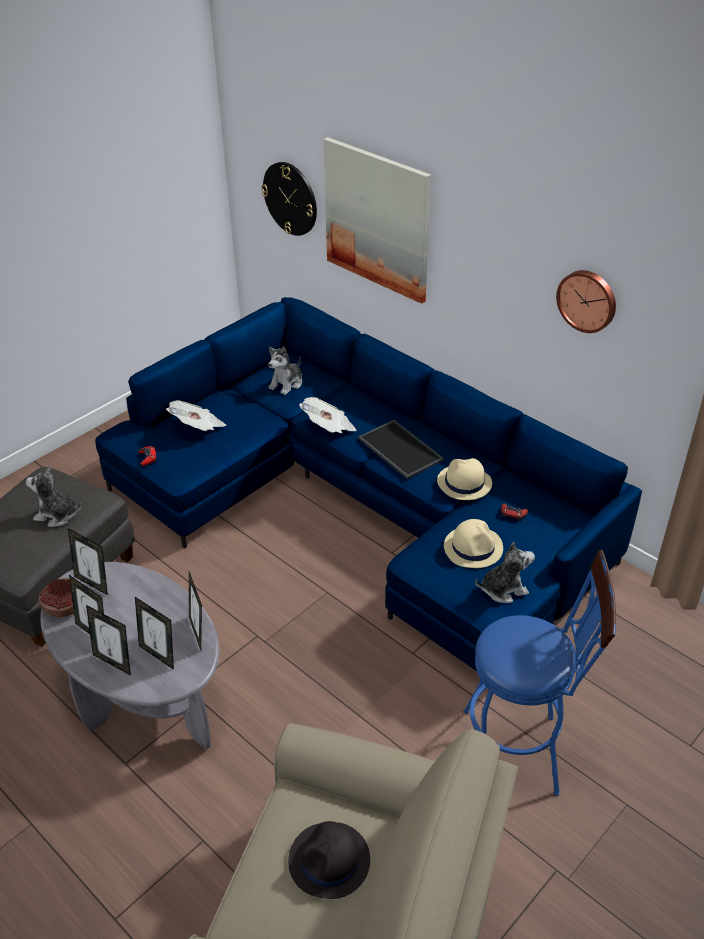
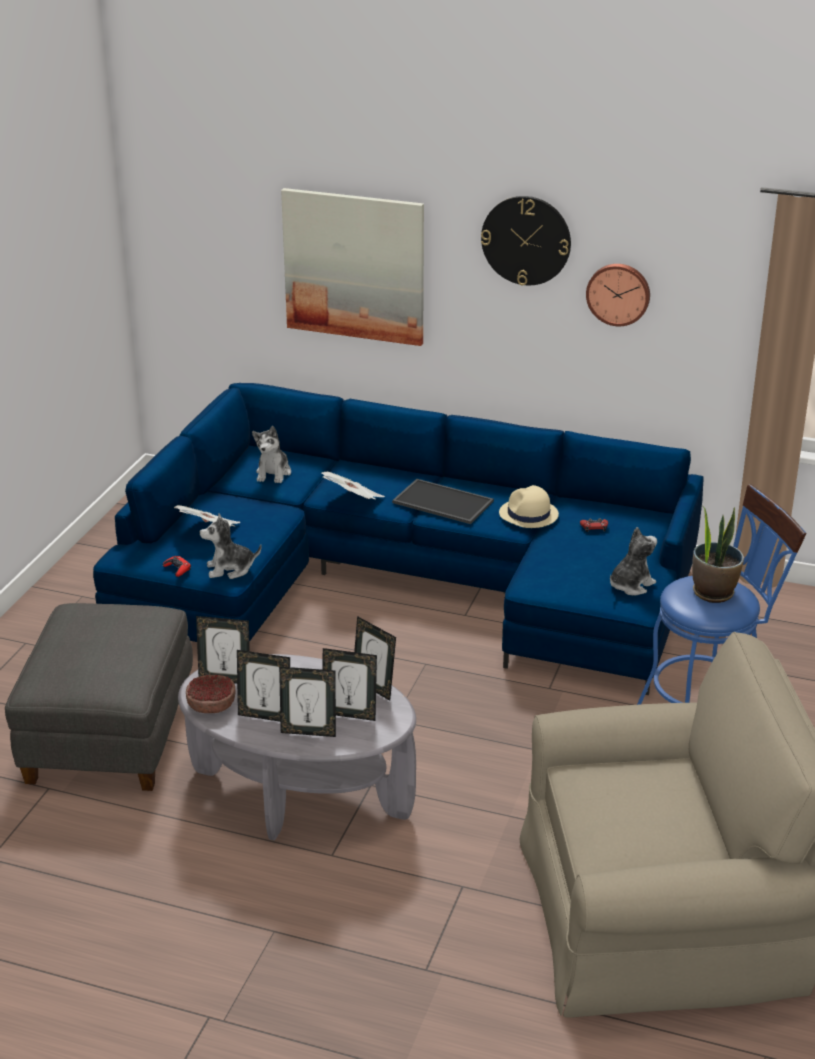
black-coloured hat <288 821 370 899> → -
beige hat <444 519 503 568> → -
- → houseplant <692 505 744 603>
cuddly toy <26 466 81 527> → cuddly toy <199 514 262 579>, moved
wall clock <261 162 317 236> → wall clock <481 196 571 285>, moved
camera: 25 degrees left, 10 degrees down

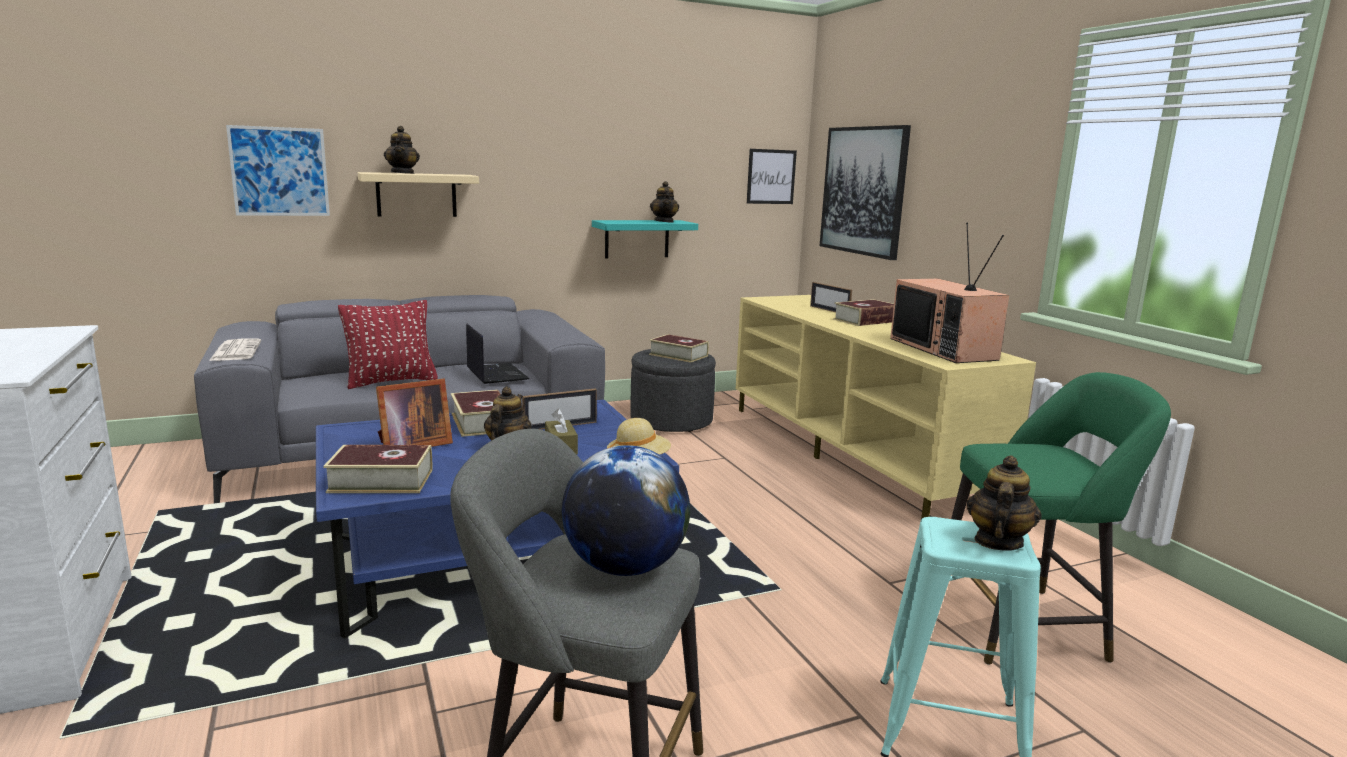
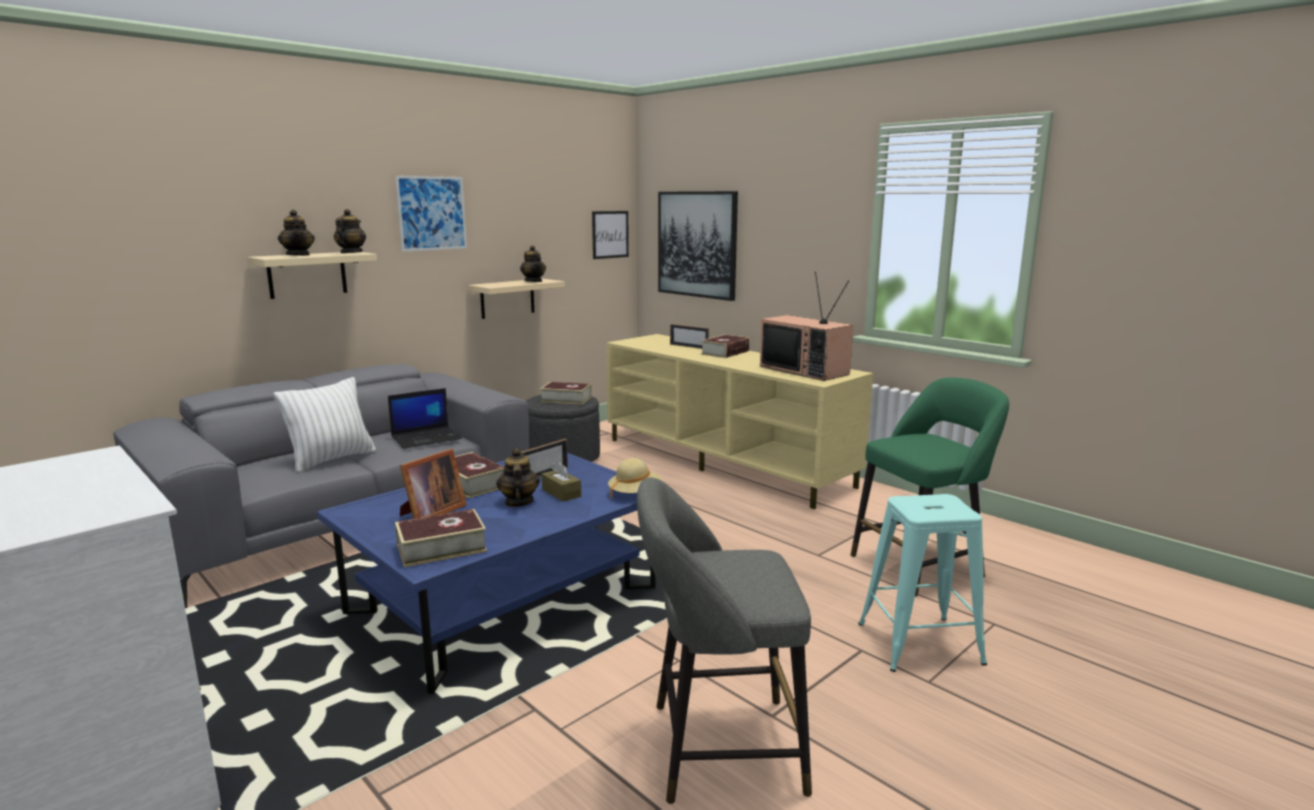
printed paper <209 338 261 361> → -
globe <562 445 690 576> → -
picture <226 125 330 216> → picture <395 176 467 252>, moved
tea pot <967 455 1042 551> → tea pot <334 209 366 253>, moved
reddish pillow <338 300 438 389> → whitish pillow <274 377 376 473>
blue-green bracket shelf <592 220 698 258> → beige bracket shelf <468 279 565 319>
portable computer <466 324 529 384> → portable computer <388 388 462 449>, 105 degrees clockwise
camera: 20 degrees left, 0 degrees up

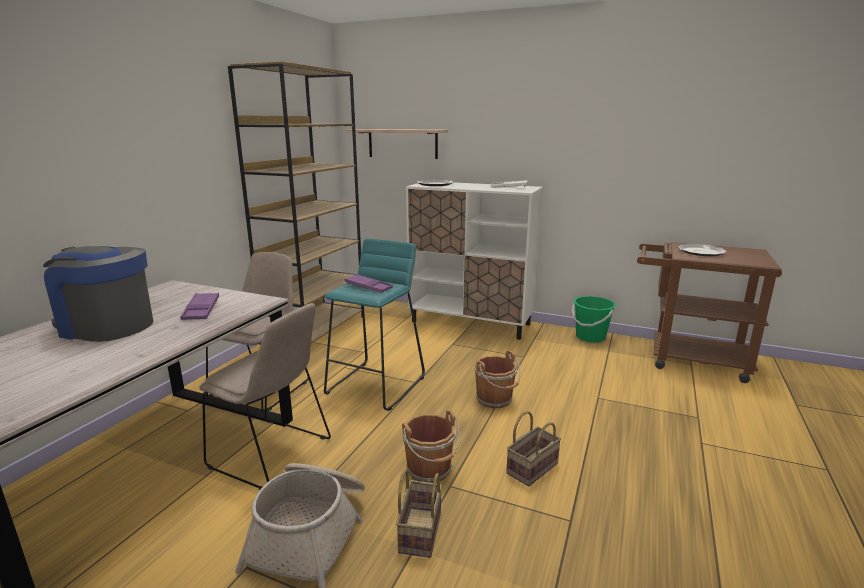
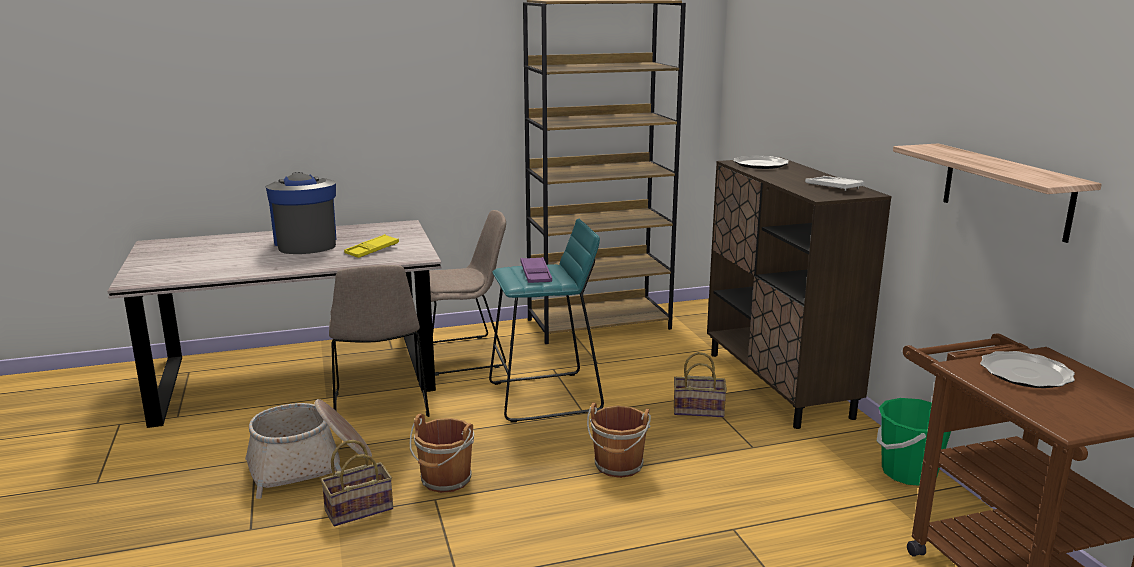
bracket shelf <347 129 448 159> → bracket shelf <893 143 1102 243>, moved
storage basket <506 411 561 487> → storage basket <674 352 727 417>, moved
purplish carrying tray <181 293 219 320> → yellow-coloured carrying tray <344 234 399 258>
whitish cupboard <406 182 543 340> → brown-coloured cupboard <707 157 891 429>
camera: 50 degrees right, 0 degrees up

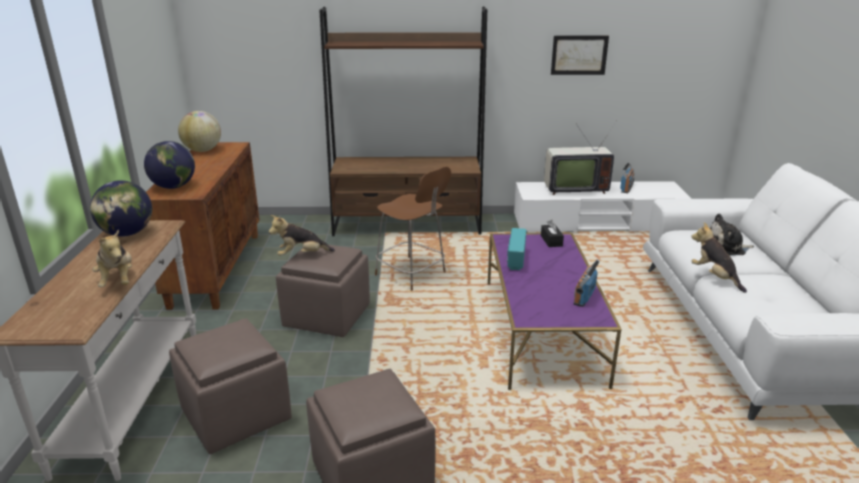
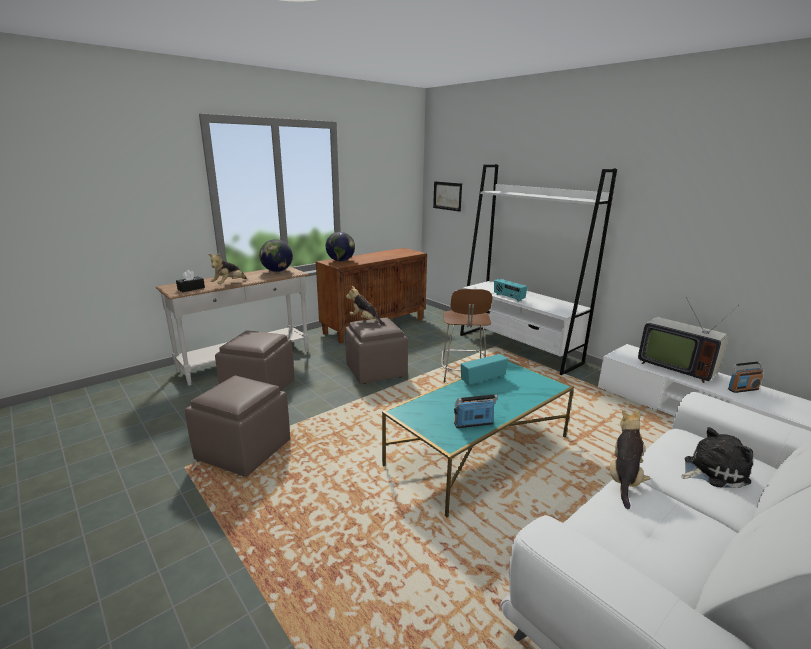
globe <178 111 221 152> → -
- → radio receiver <494 279 528 302>
black-coloured box of tissues <541 220 564 247> → black-coloured box of tissues <176 270 205 292>, moved
picture <551 36 609 75> → picture <433 181 462 212>, moved
brown-coloured shelving unit <319 7 487 236> → whitish shelving unit <460 164 617 375>
purplish lounge table <488 233 622 390> → blue-green lounge table <382 360 574 517>
cuddly toy <710 214 754 255> → cuddly toy <681 427 753 488>, 120 degrees clockwise
camera: 50 degrees right, 5 degrees down

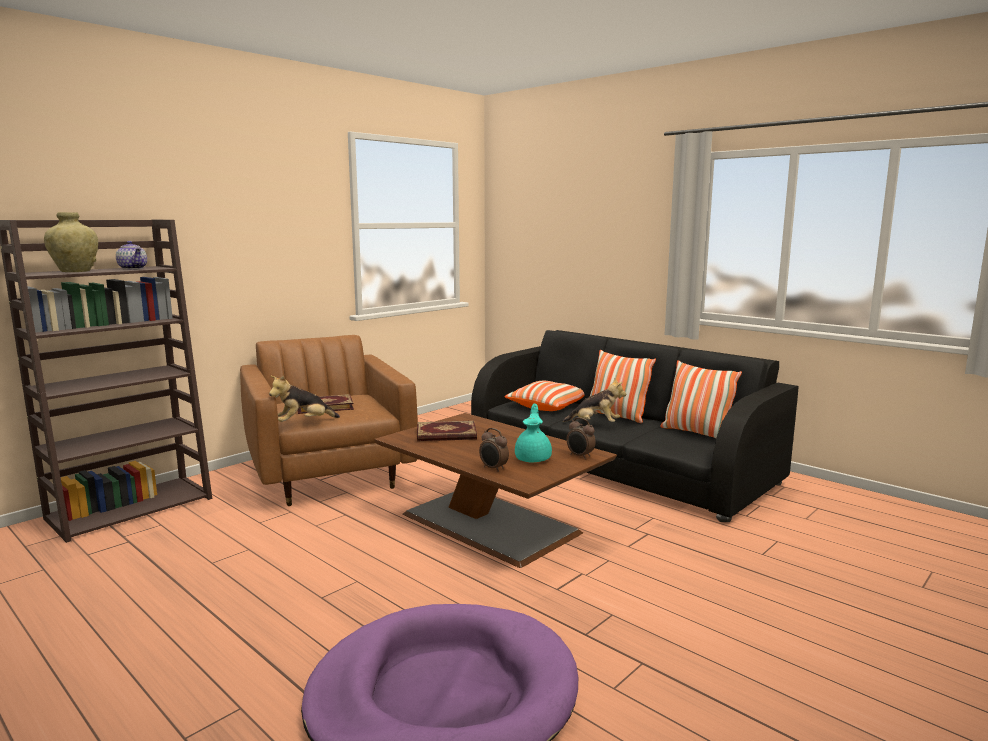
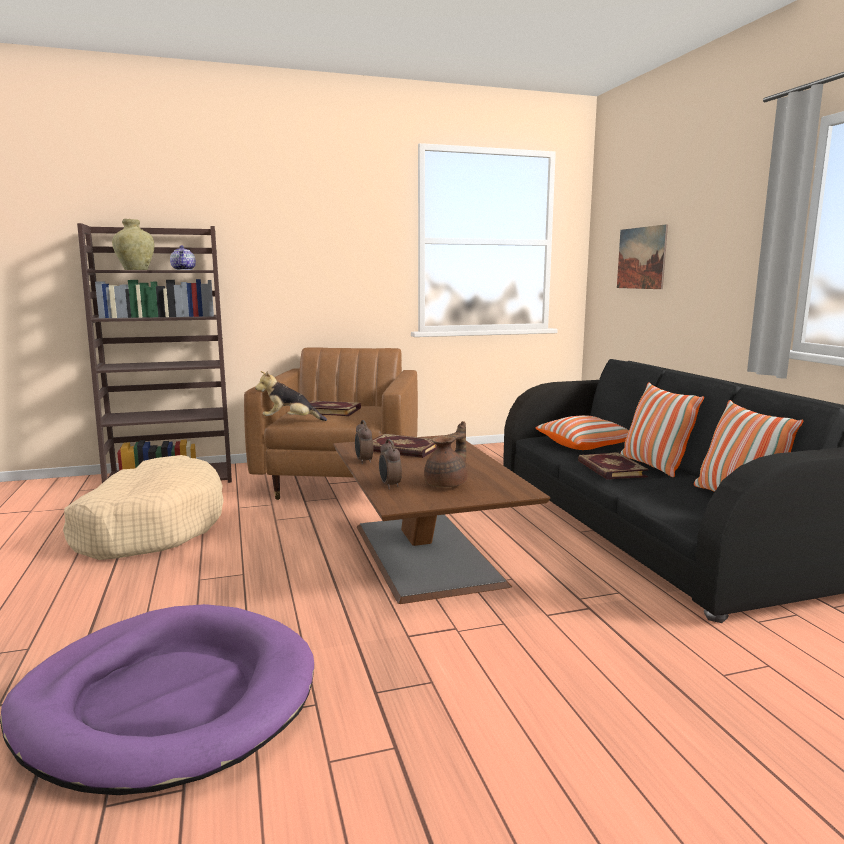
- → beige dog bed <63 455 224 560>
- → picture <617 224 668 289>
table clock <566 417 596 459> → table clock <355 420 373 464>, moved
cuddly toy <563 378 627 422> → book <578 452 649 480>
blue-green tea pot <515 404 552 462> → brown-coloured tea pot <424 421 468 488>
camera: 30 degrees right, 0 degrees up

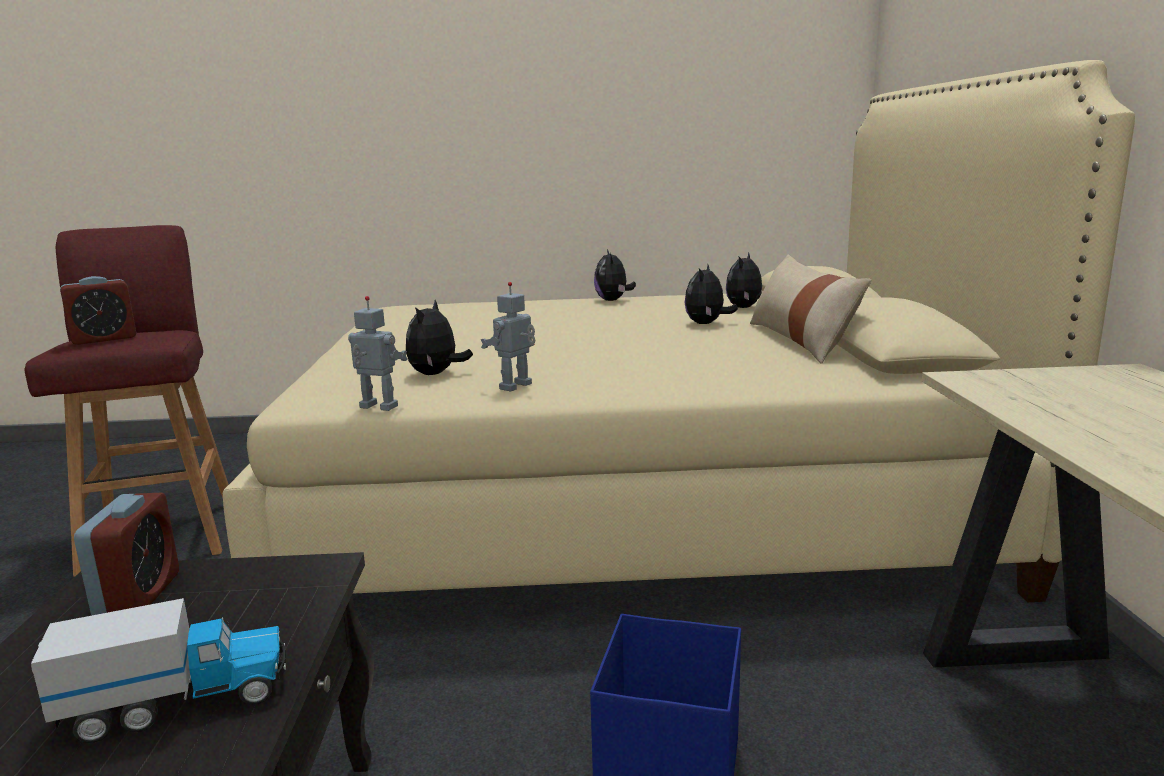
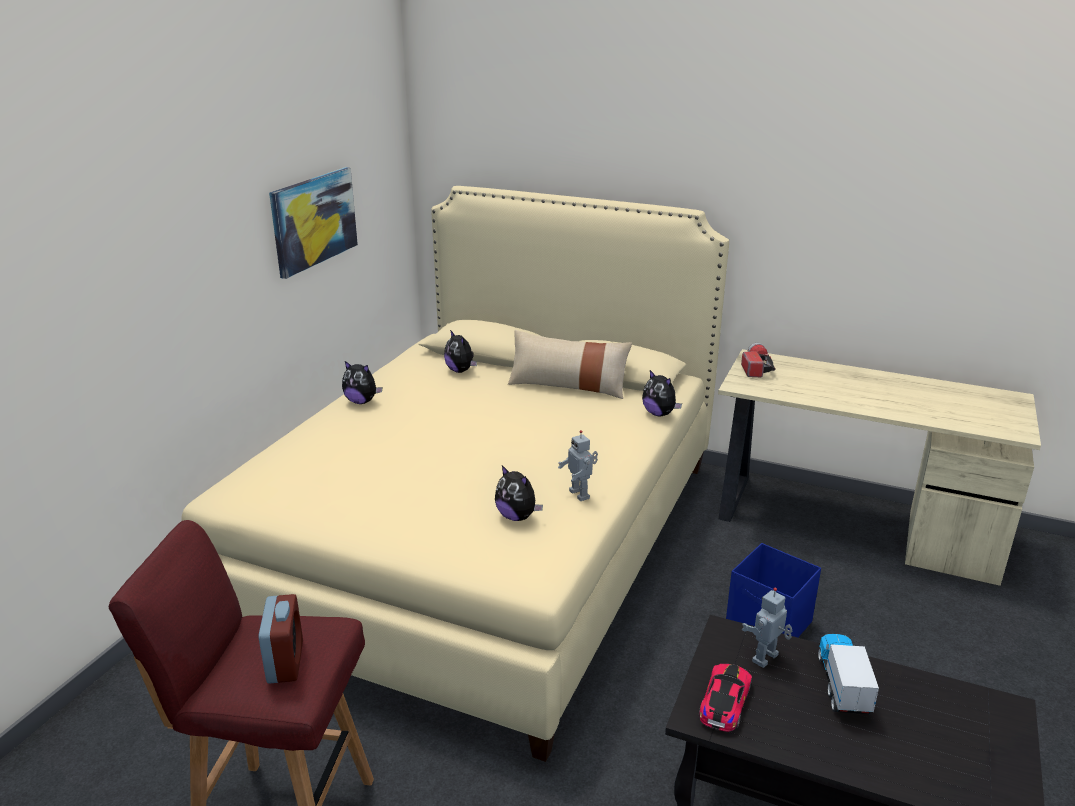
- → picture <269 167 358 279>
- → torch <741 343 775 377>
toy robot <348 296 408 411> → toy robot <742 588 792 668>, moved
cuddly toy <685 263 738 324> → cuddly toy <642 370 682 417>, moved
table clock <74 493 179 616> → miniature car <699 664 752 732>
camera: 65 degrees left, 10 degrees up

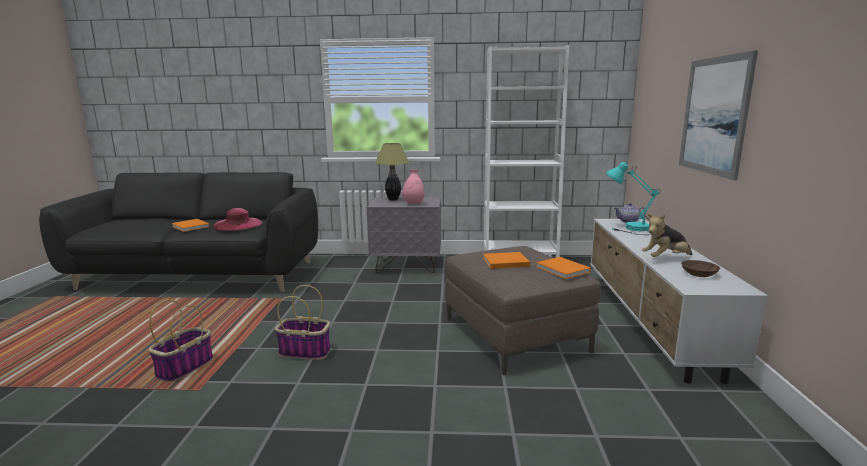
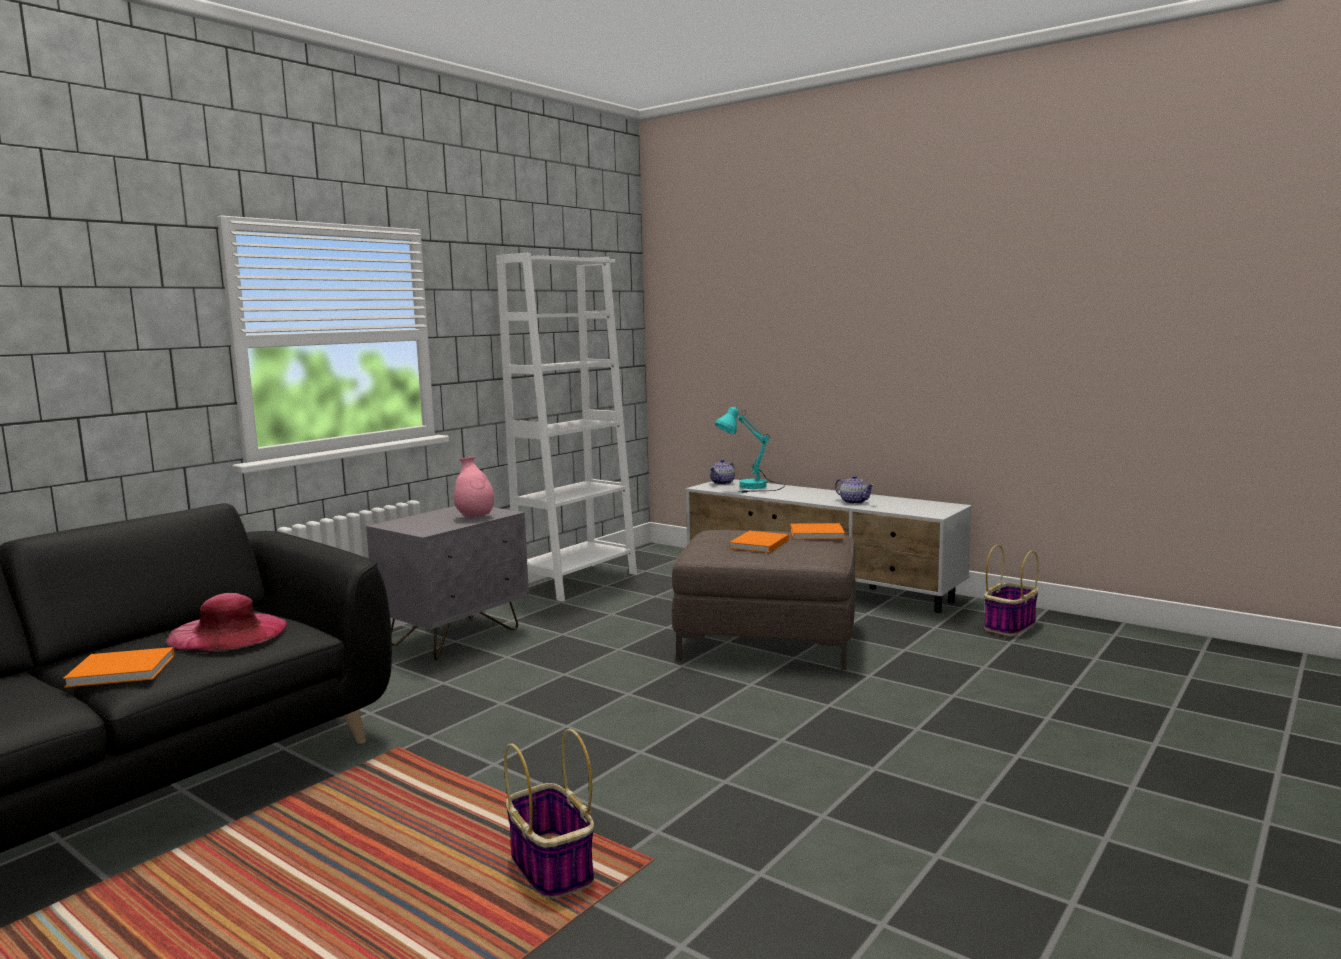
table lamp <375 143 409 201> → -
picture <679 50 758 180> → -
brown-coloured serving bowl <681 260 720 277> → -
storage basket <275 285 330 360> → storage basket <984 545 1039 636>, moved
cuddly toy <642 214 692 257> → tea pot <835 475 874 504>
camera: 55 degrees left, 5 degrees down

